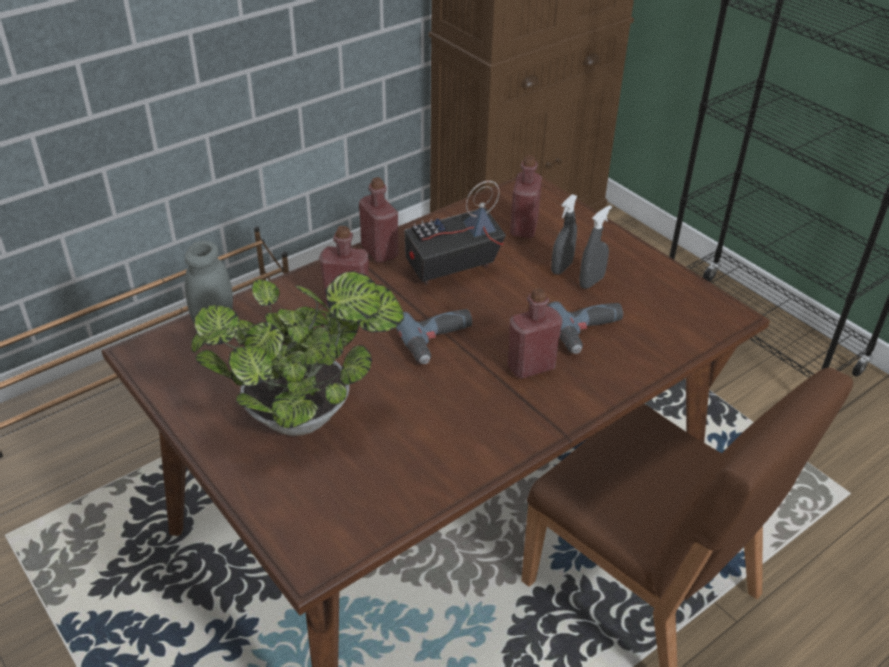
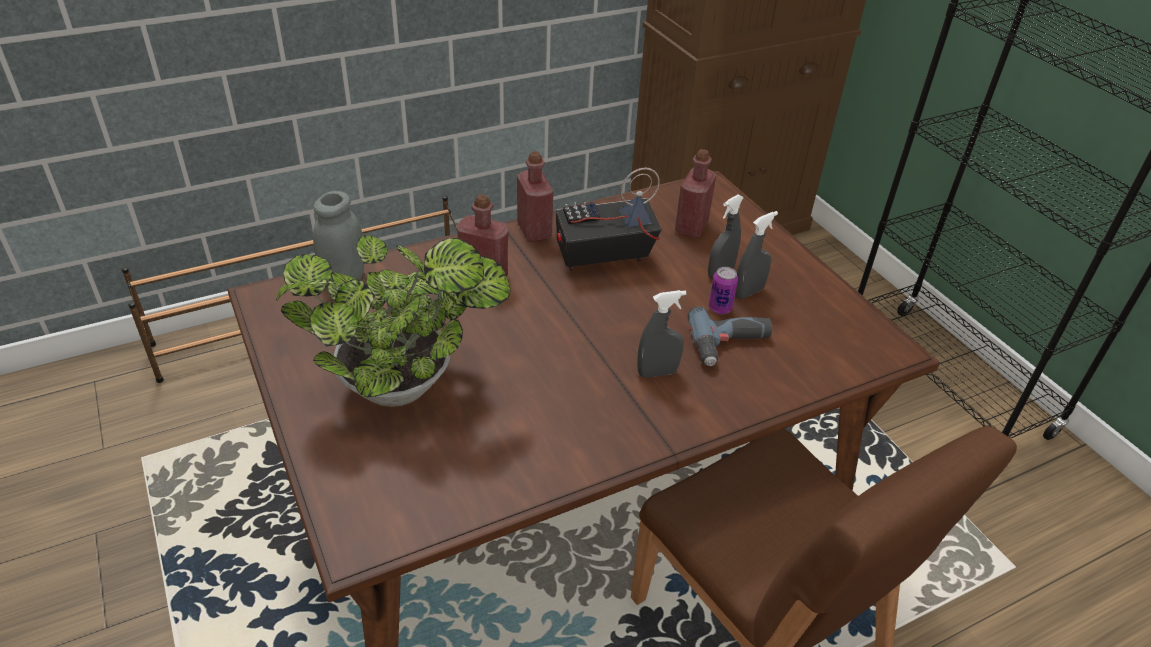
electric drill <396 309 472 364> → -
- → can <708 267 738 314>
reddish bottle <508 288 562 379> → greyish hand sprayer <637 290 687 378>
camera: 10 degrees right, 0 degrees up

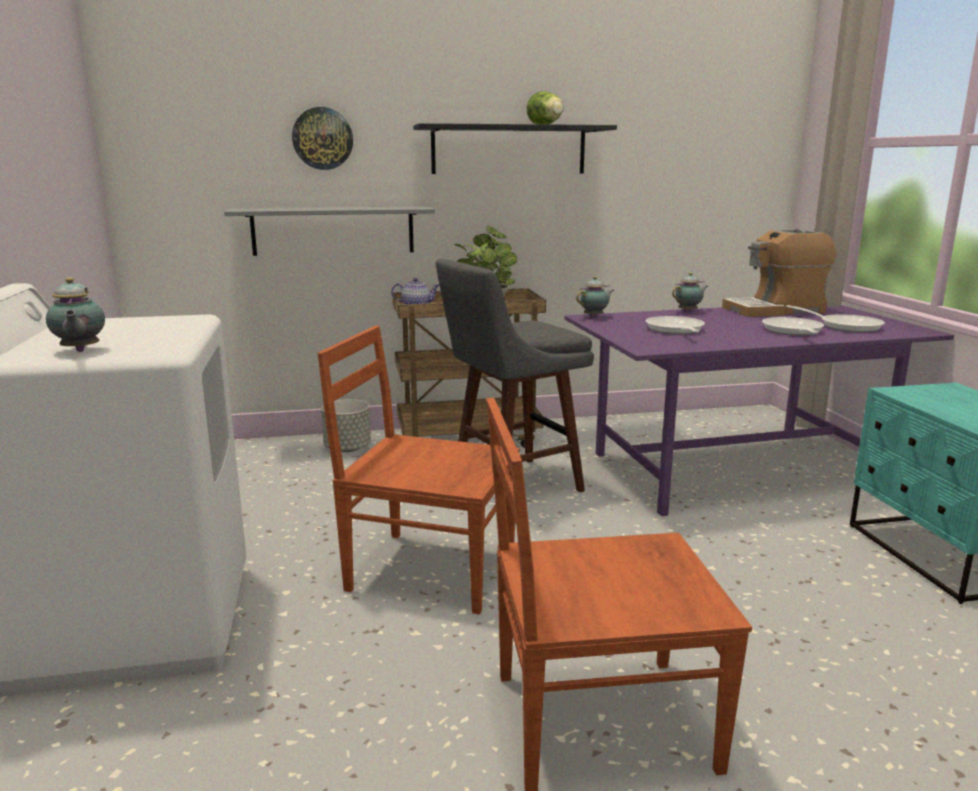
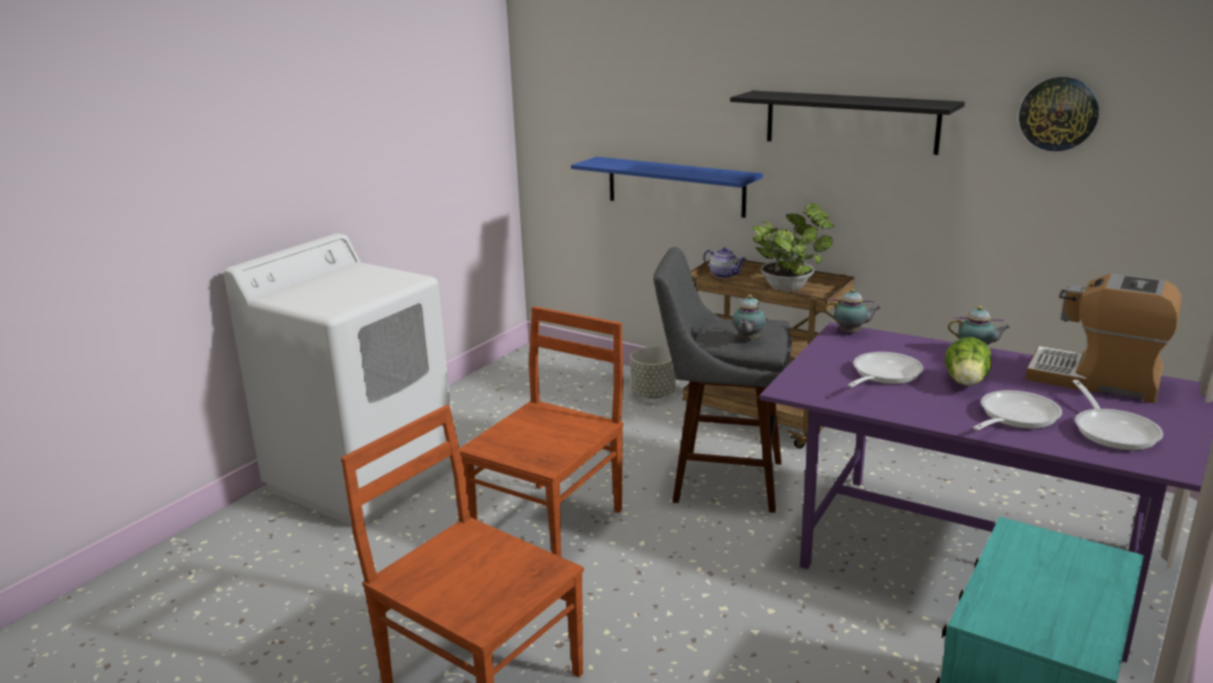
tea pot <46 277 105 352> → tea pot <732 295 766 341>, moved
wall clock <292 107 353 170> → wall clock <1019 77 1099 151>, moved
head of lettuce <527 91 564 124> → head of lettuce <945 337 991 386>, moved
greyish bracket shelf <224 206 435 256> → blue-coloured bracket shelf <571 157 763 218>
brown-coloured upright chair <317 326 520 615> → brown-coloured upright chair <459 306 623 557>, 60 degrees clockwise
camera: 45 degrees right, 5 degrees up

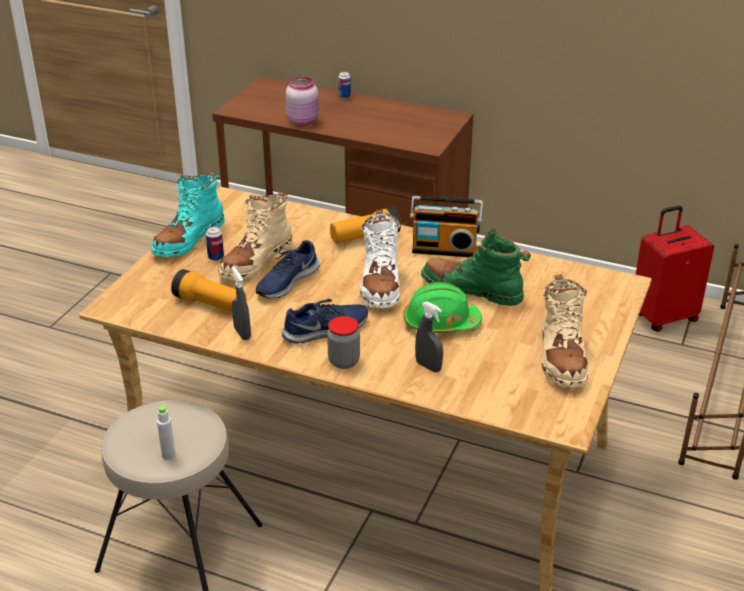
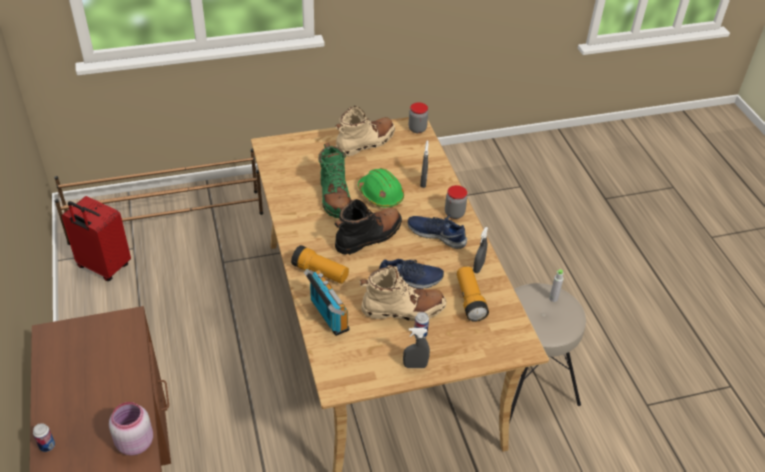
- → preserve jar <408 102 428 133>
radio receiver <410 196 483 257> → radio receiver <304 269 350 336>, moved
blue-green tall boot <151 172 225 257> → greyish hand sprayer <403 328 430 368>
whitish tall boot <360 210 400 308> → black-coloured tall boot <334 199 402 255>
camera: 130 degrees left, 10 degrees up

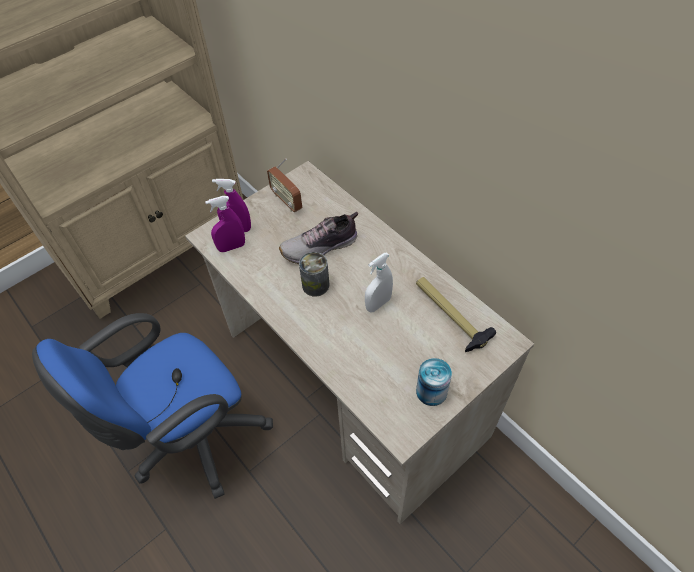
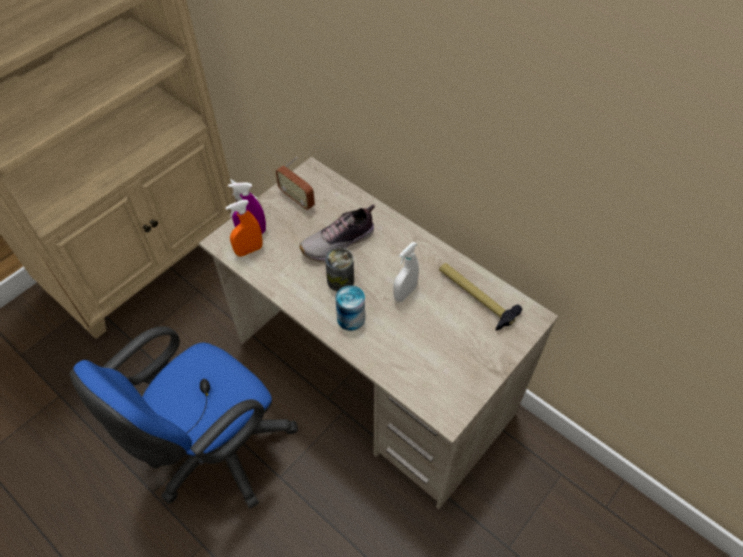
can <416 358 452 406> → can <335 285 365 331>, moved
purplish hand sprayer <205 196 245 252> → orange hand sprayer <225 200 263 257>
camera: 10 degrees left, 0 degrees up

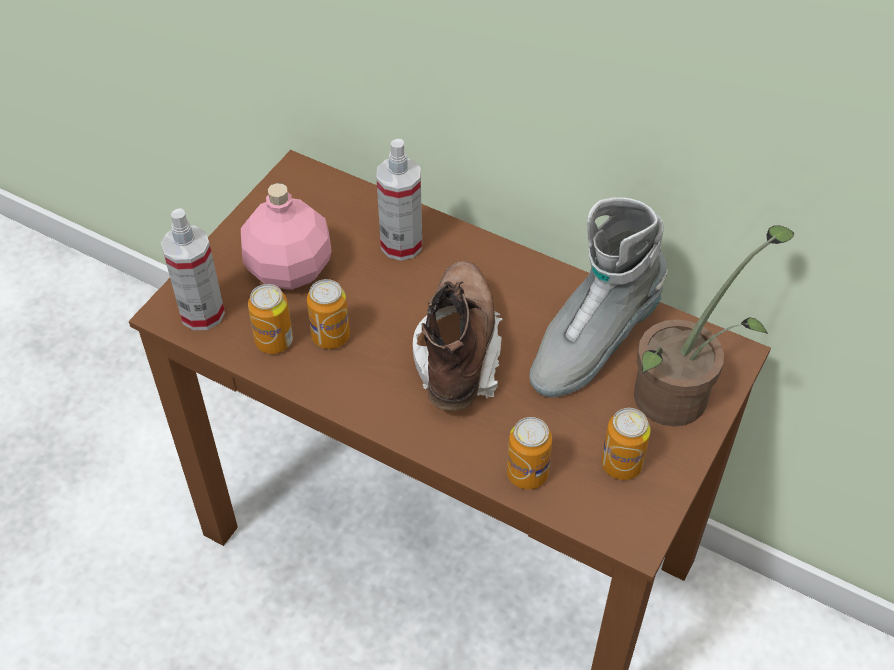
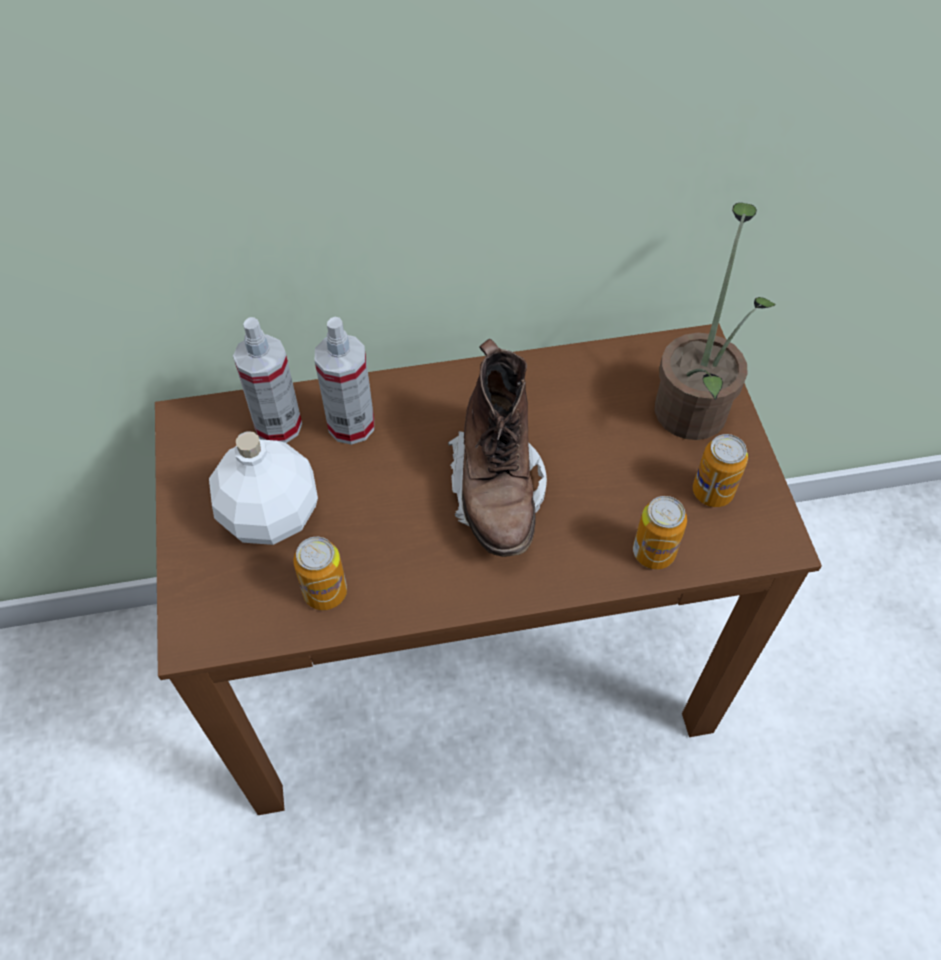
can <307 279 350 349> → -
greyish tall boot <529 197 668 397> → -
hand sprayer <161 208 225 330> → hand sprayer <233 317 302 443>, moved
pinkish bottle <241 183 332 290> → whitish bottle <209 431 318 545>
brown-coloured tall boot <413 261 503 411> → brown-coloured tall boot <448 339 547 557>, 150 degrees counterclockwise
camera: 40 degrees left, 5 degrees up

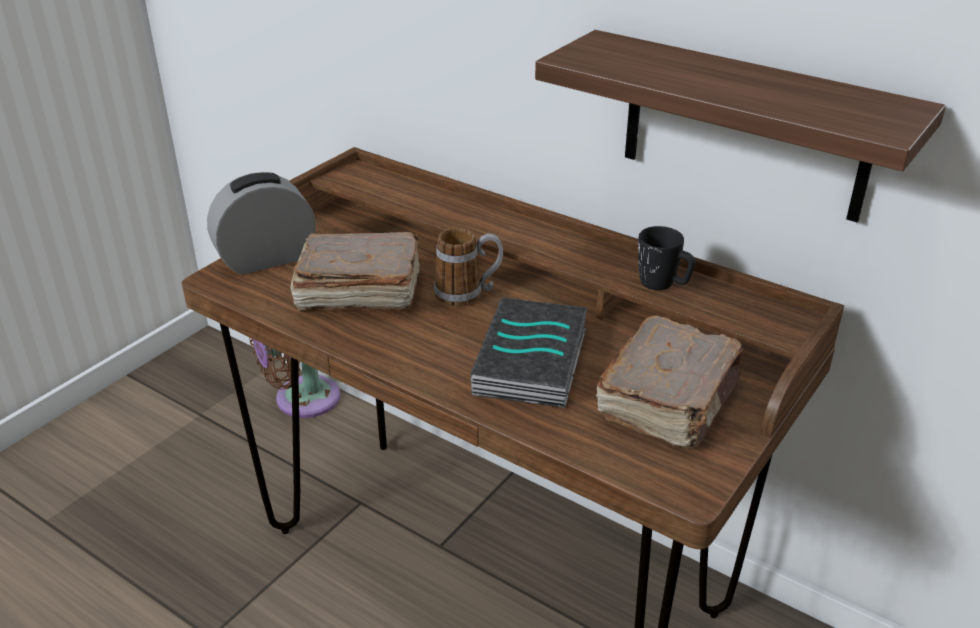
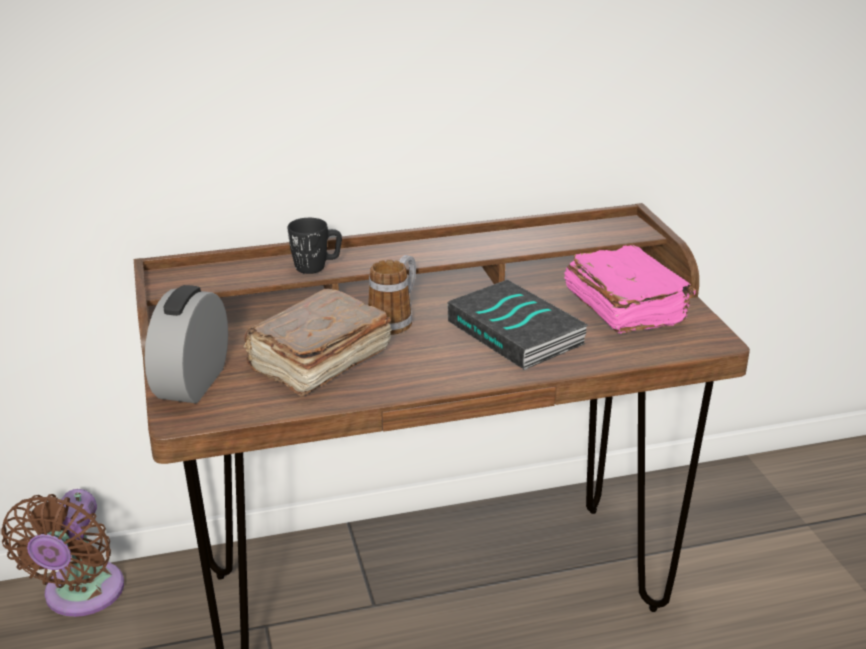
bracket shelf <535 30 946 222> → -
black-coloured tea mug <638 226 696 290> → black-coloured tea mug <288 218 342 274>, moved
brown-coloured book <596 315 743 448> → pinkish book <564 245 696 334>
camera: 50 degrees left, 5 degrees down

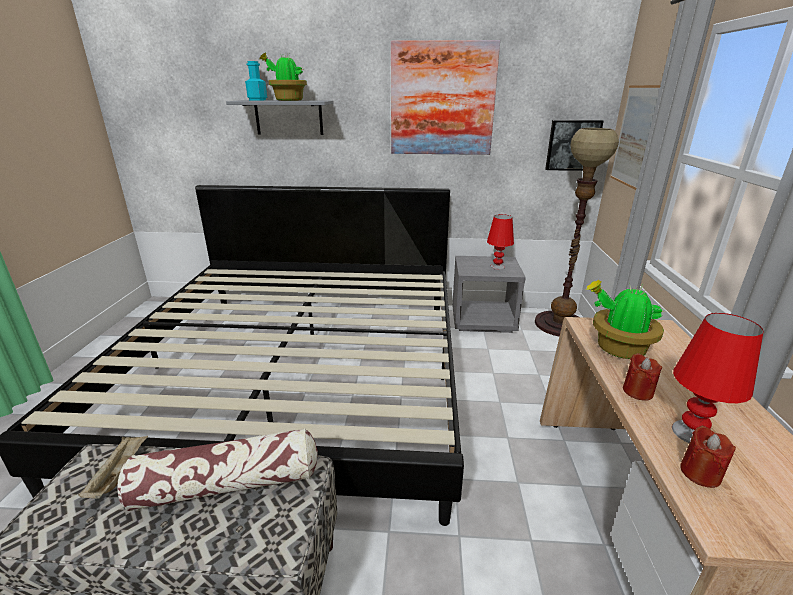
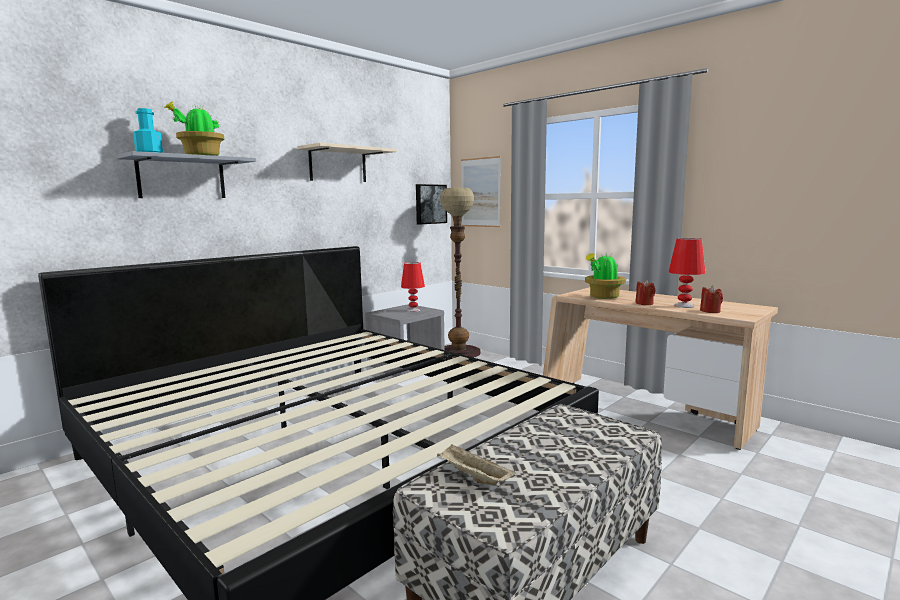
pillow <117 428 318 511> → -
picture <391 40 500 155> → beige bracket shelf <297 143 397 182>
camera: 50 degrees left, 15 degrees down

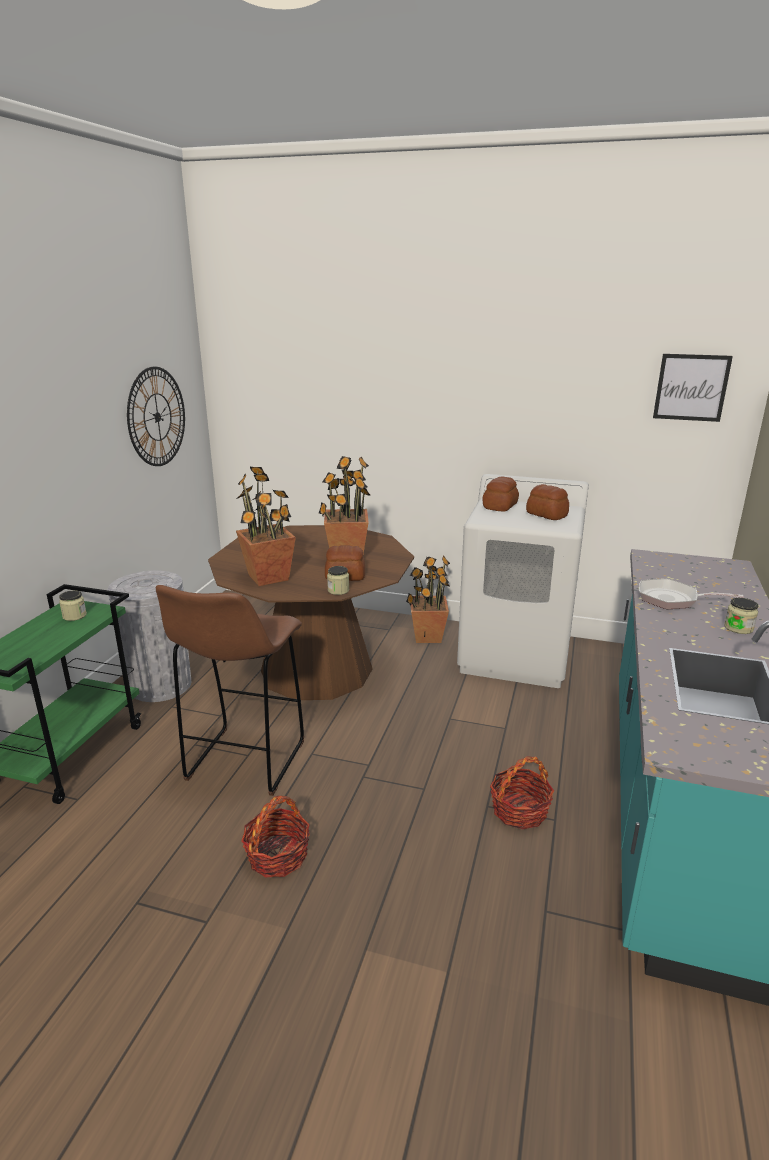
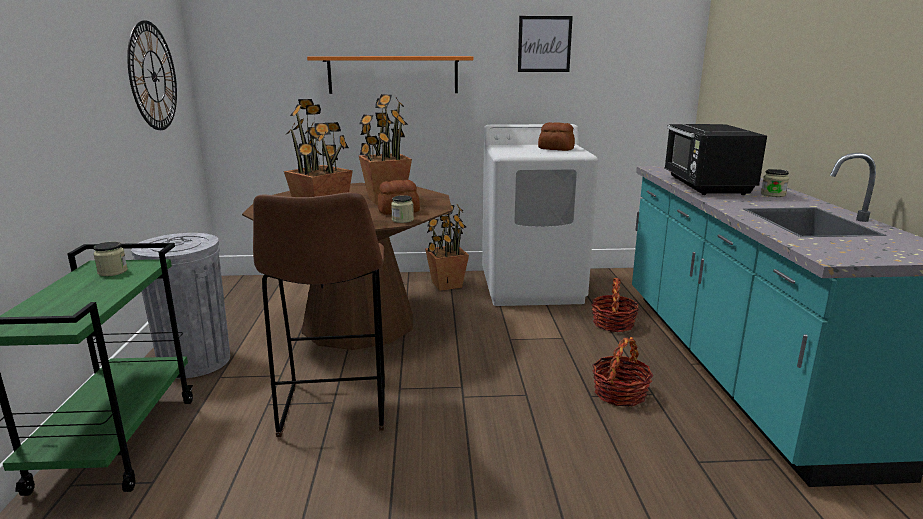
baked bread <483 476 519 511> → -
- → orange bracket shelf <307 56 473 94>
storage basket <241 796 310 878> → storage basket <592 278 639 332>, moved
picture <653 354 733 422> → picture <518 16 573 72>, moved
frying pan <639 579 744 609> → black-coloured microwave <664 124 767 195>
camera: 20 degrees left, 5 degrees down

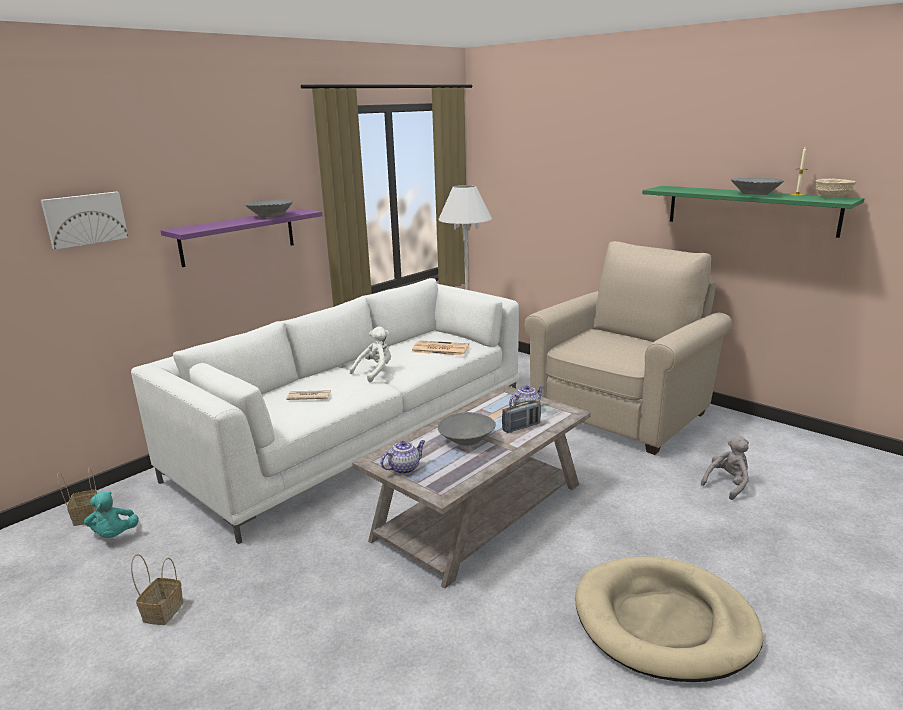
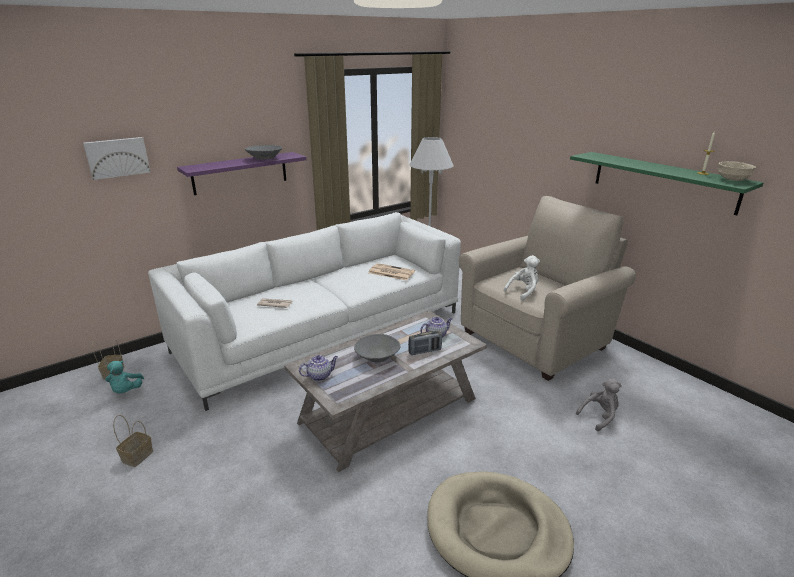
greyish serving bowl <731 177 784 195> → -
whitish cuddly toy <350 326 391 382> → whitish cuddly toy <504 255 540 301>, moved
camera: 10 degrees right, 5 degrees up

